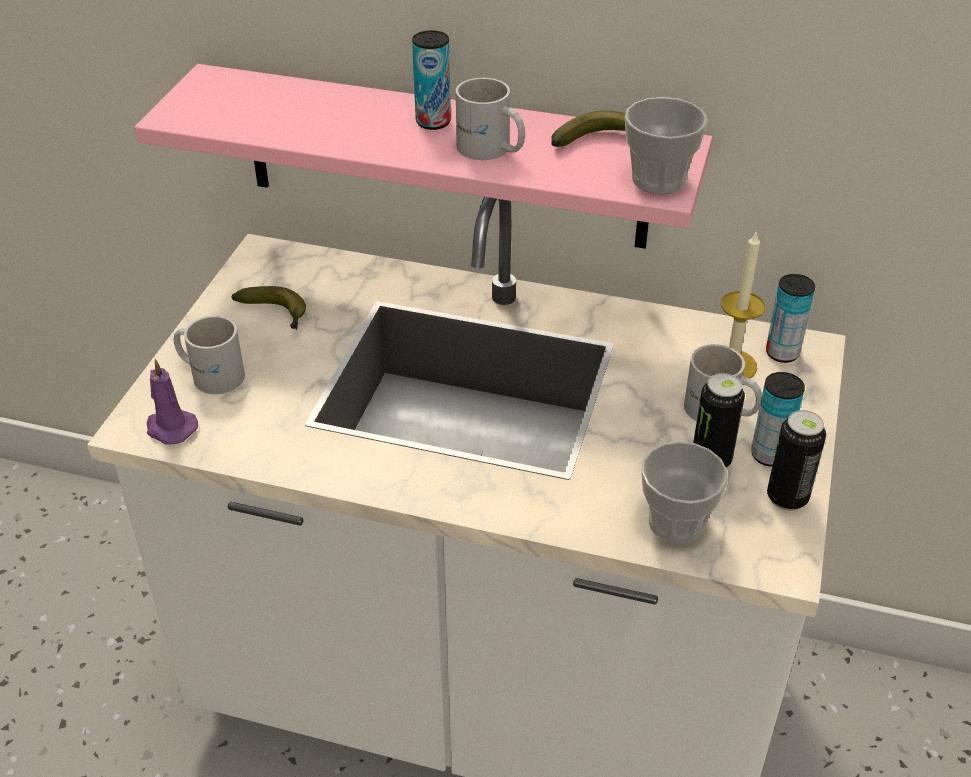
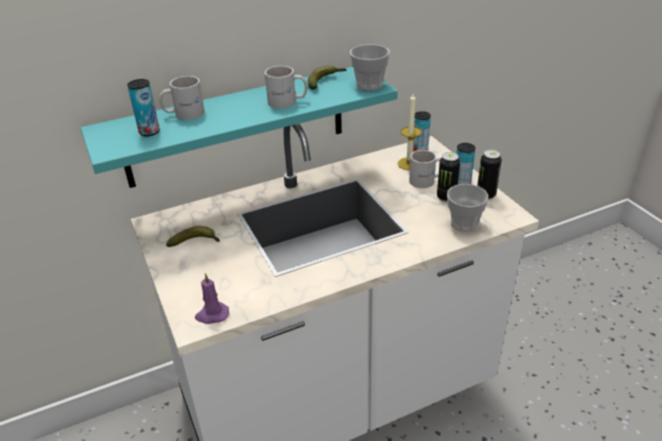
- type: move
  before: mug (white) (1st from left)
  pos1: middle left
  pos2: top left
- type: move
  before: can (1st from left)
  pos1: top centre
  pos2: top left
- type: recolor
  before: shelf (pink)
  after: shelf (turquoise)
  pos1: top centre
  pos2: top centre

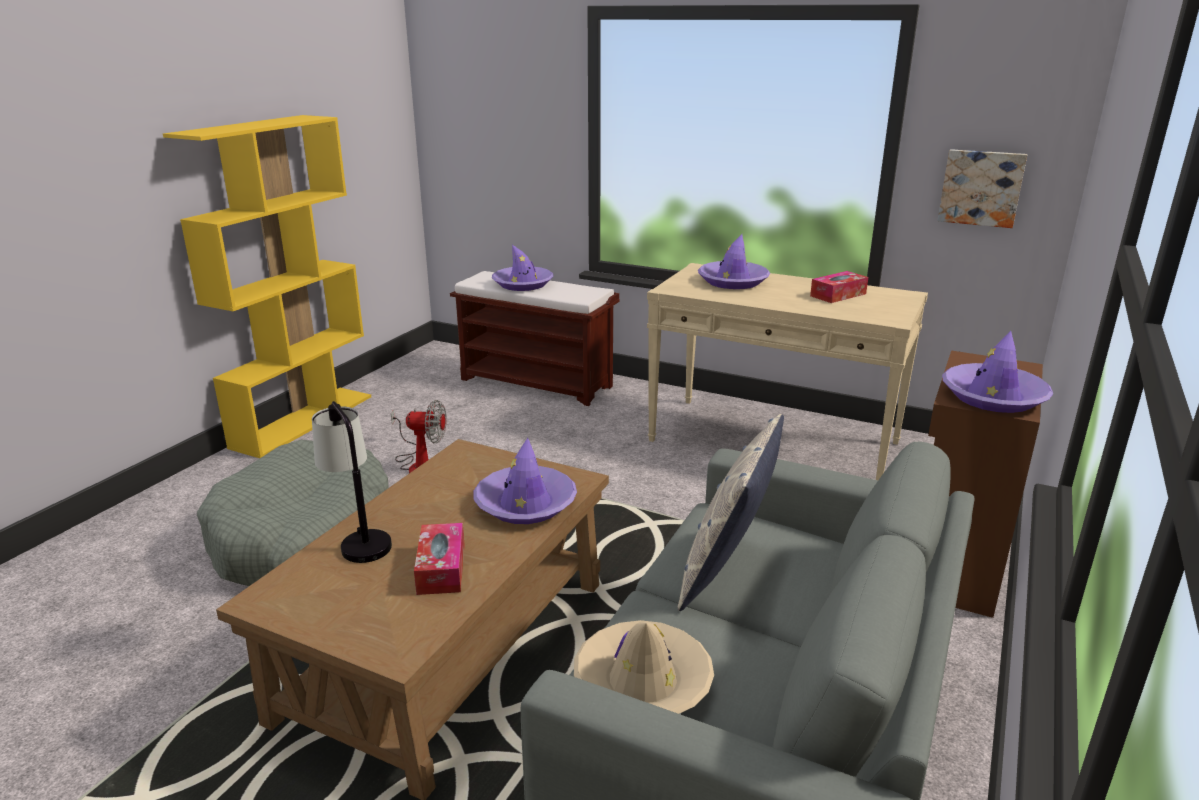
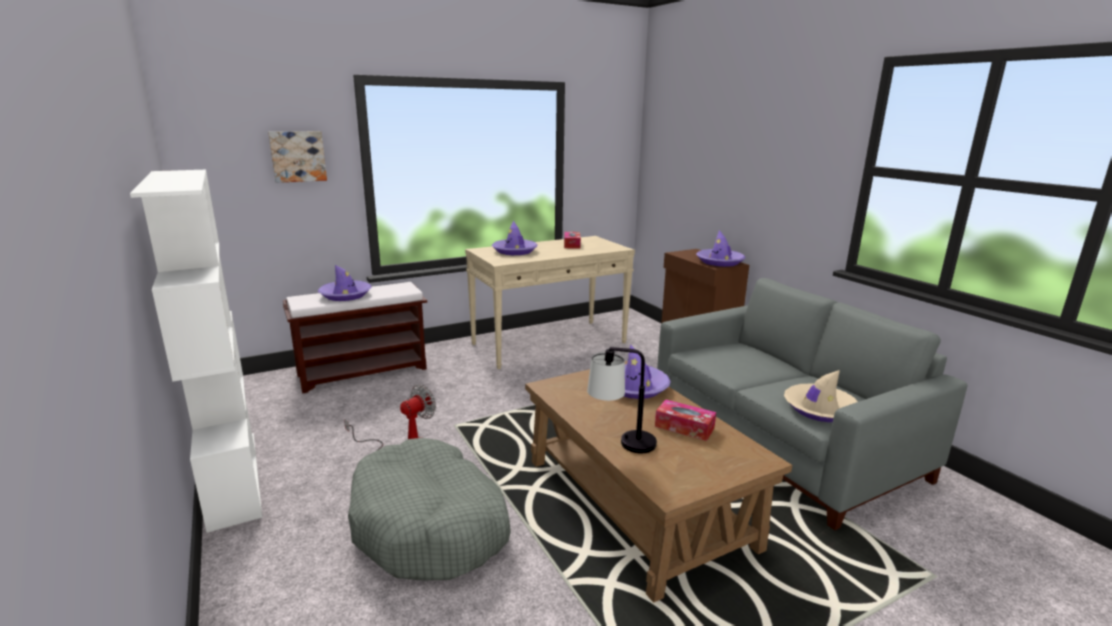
- type: delete
  before: pillow
  pos1: centre
- type: move
  before: picture
  pos1: top right
  pos2: top left
- type: recolor
  before: bookcase (yellow)
  after: bookcase (white)
  pos1: middle left
  pos2: middle left

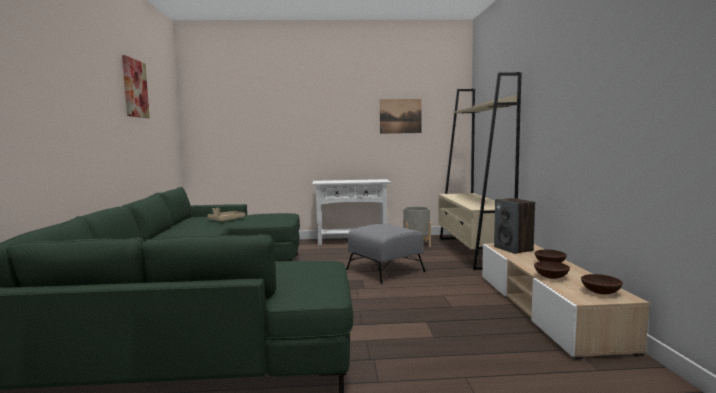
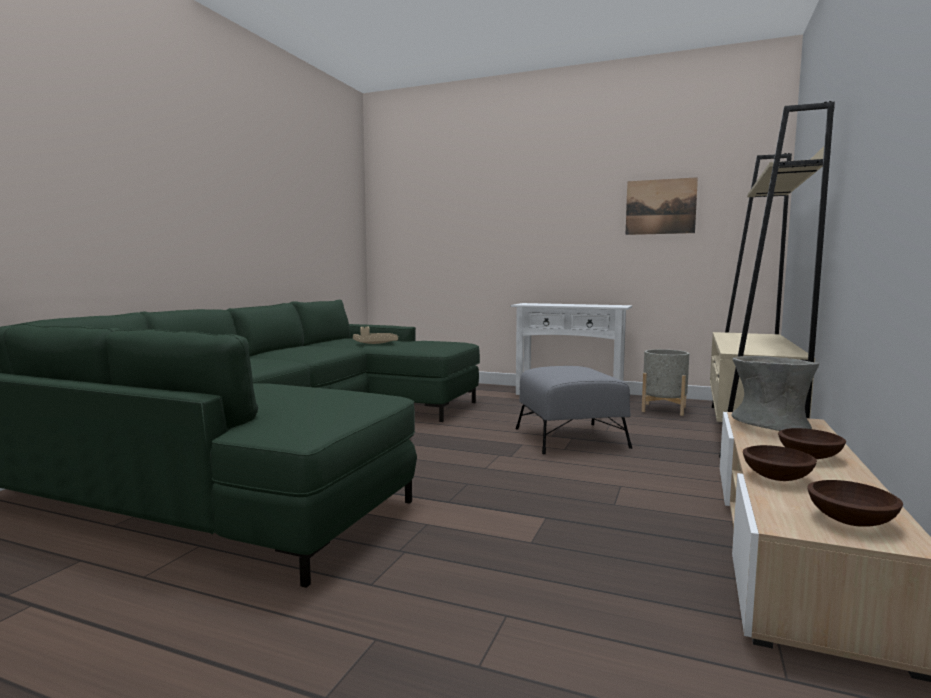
- type: delete
  before: picture (1st from left)
  pos1: top left
- type: replace
  before: speaker
  after: vase (grey)
  pos1: middle right
  pos2: middle right

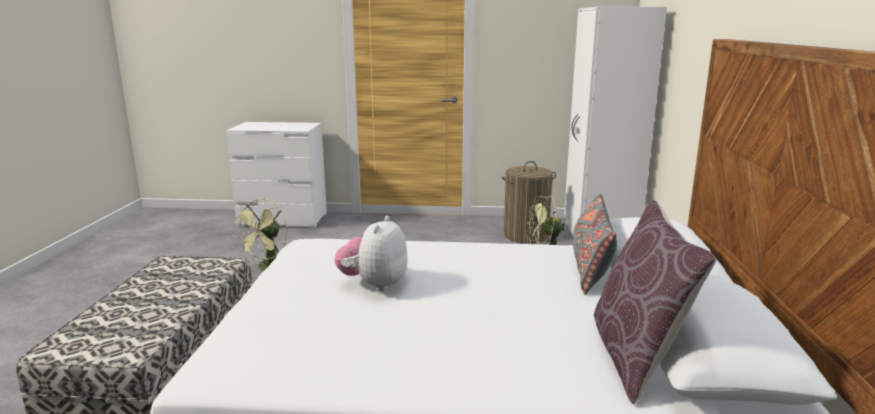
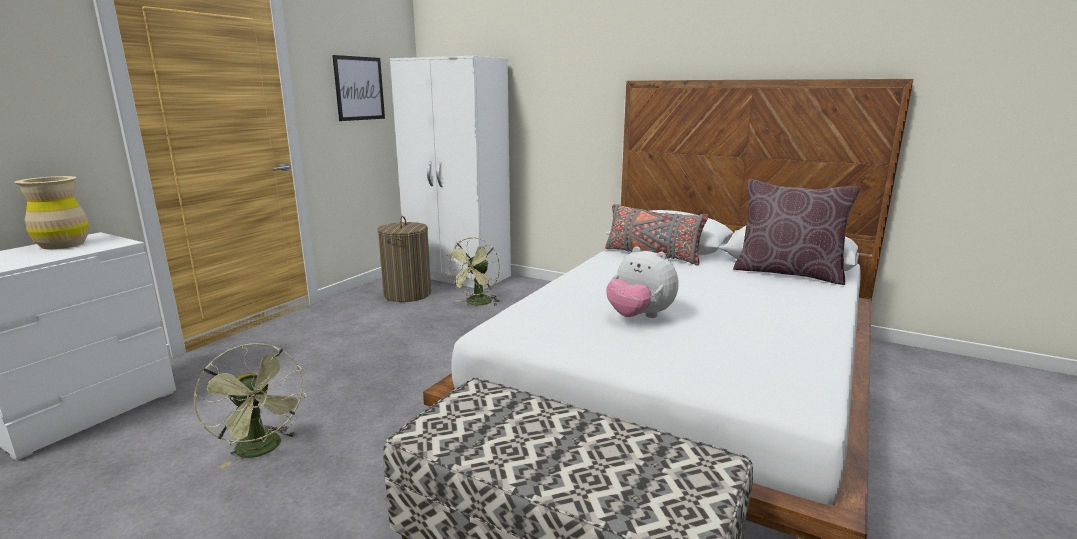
- type: insert
  after: vase (beige)
  pos2: middle left
- type: insert
  after: picture
  pos2: top left

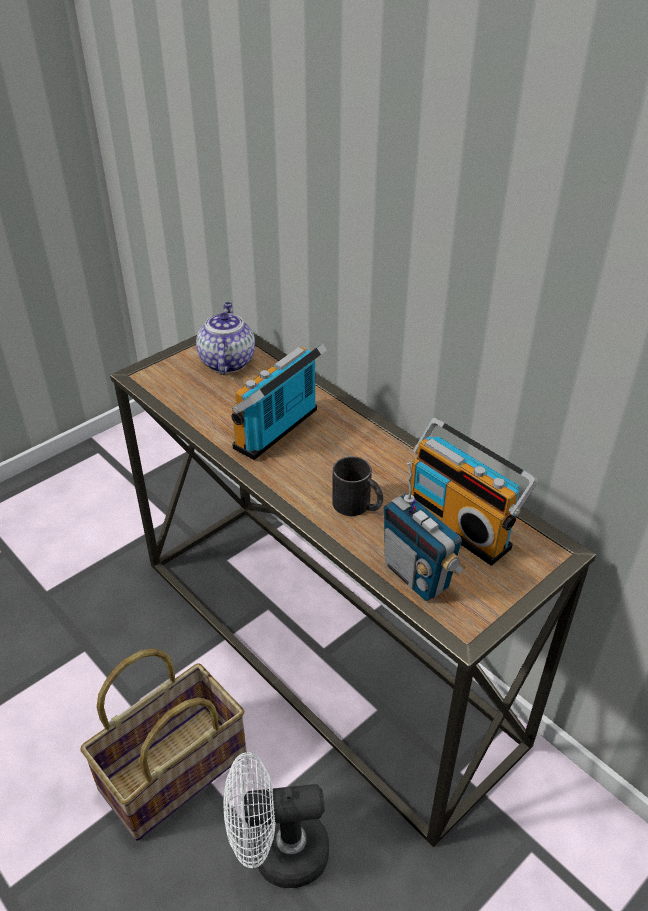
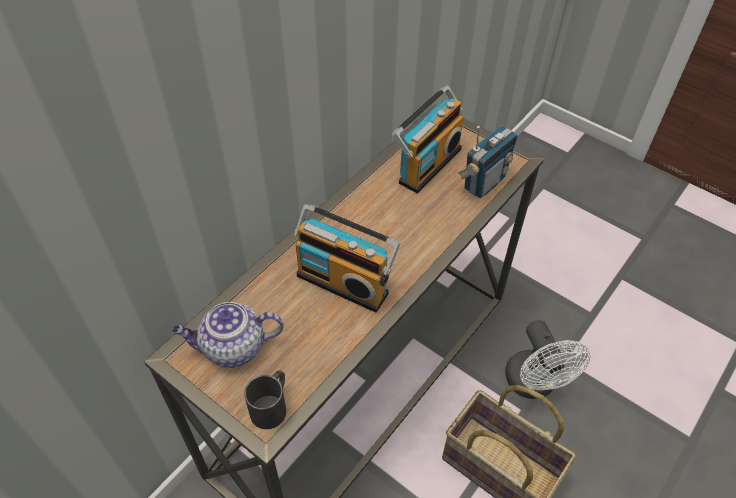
- type: move
  before: mug (black)
  pos1: centre
  pos2: bottom centre

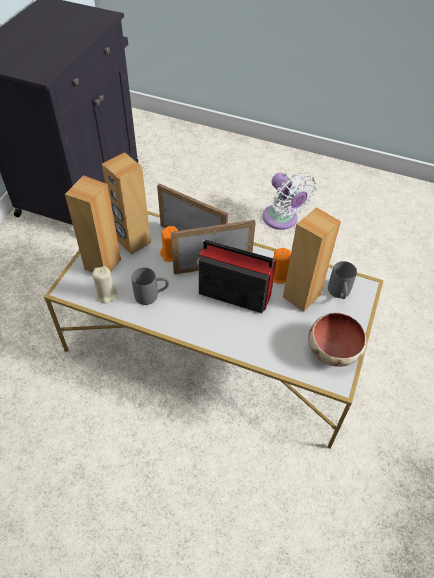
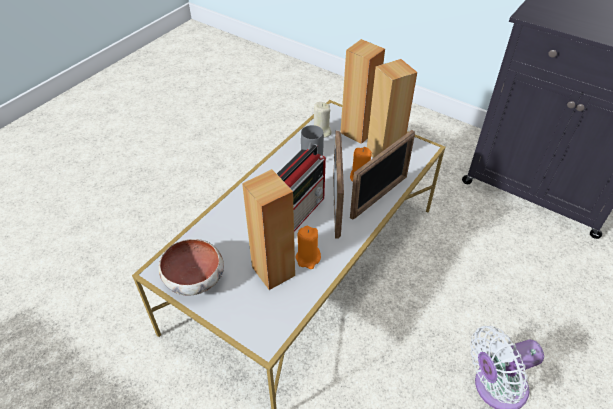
- type: delete
  before: mug (grey) (2nd from left)
  pos1: middle right

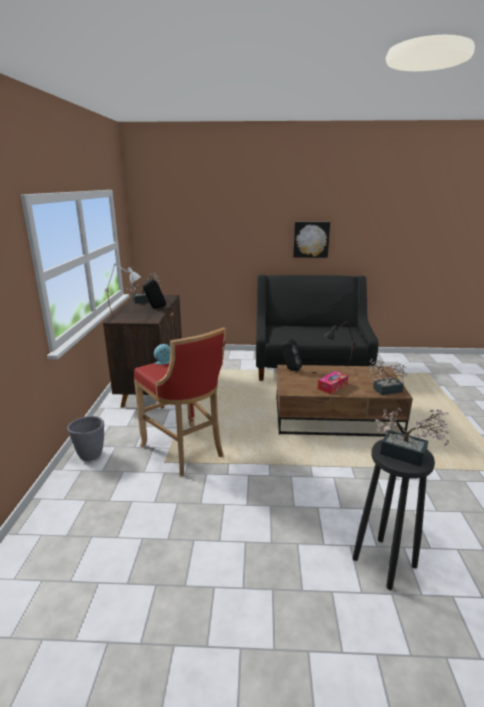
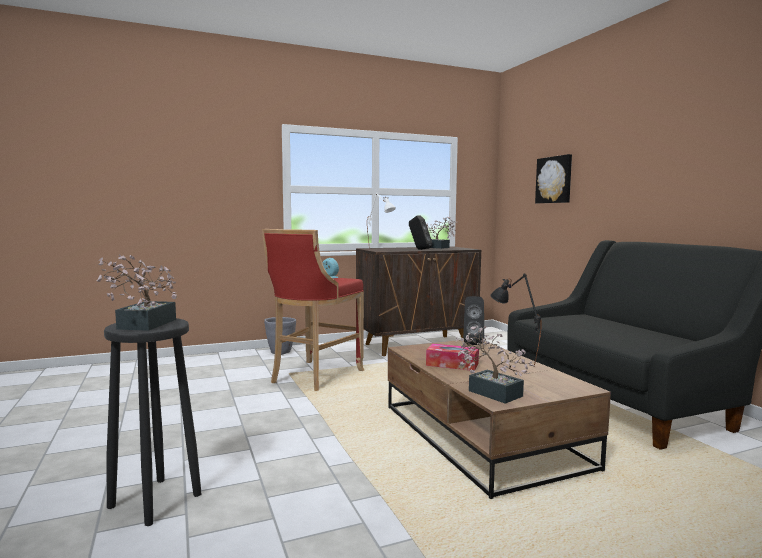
- type: move
  before: picture
  pos1: centre
  pos2: top right

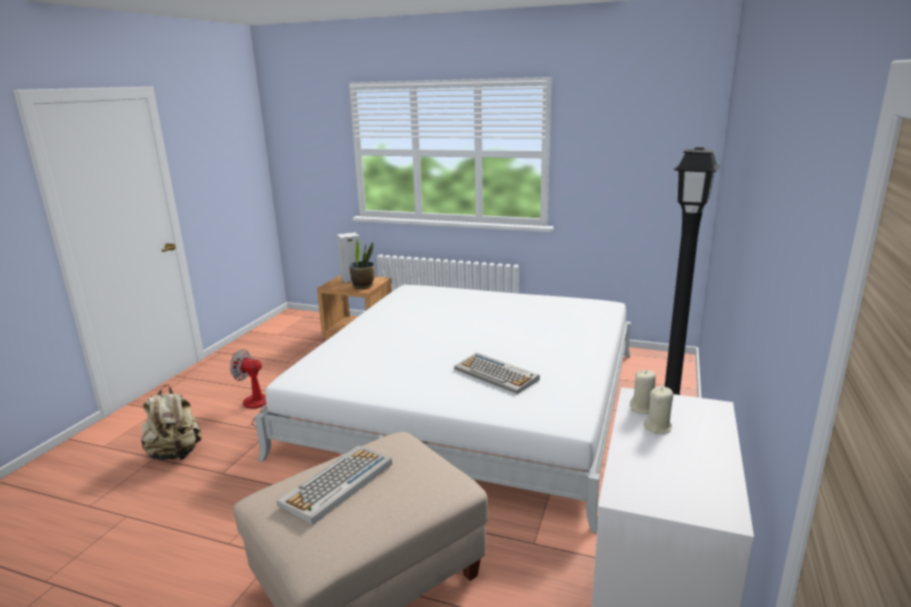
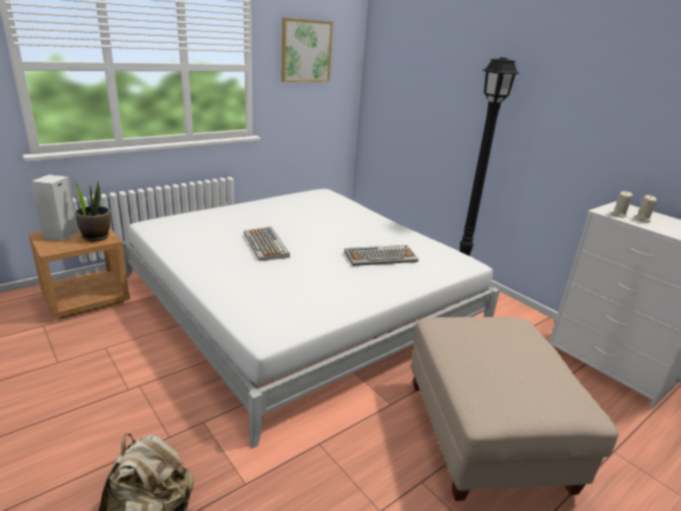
- type: delete
  before: fan
  pos1: middle left
- type: insert
  after: picture
  pos2: top centre
- type: move
  before: keyboard (1st from left)
  pos1: bottom centre
  pos2: centre

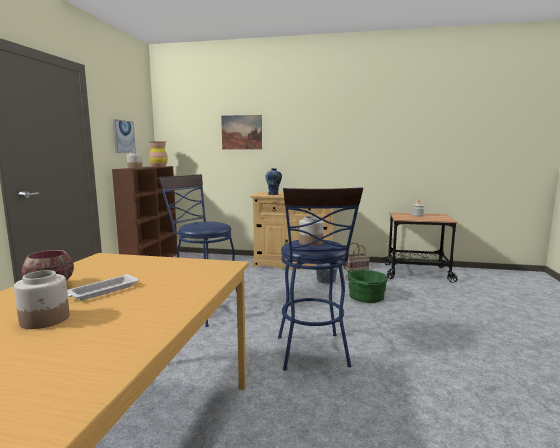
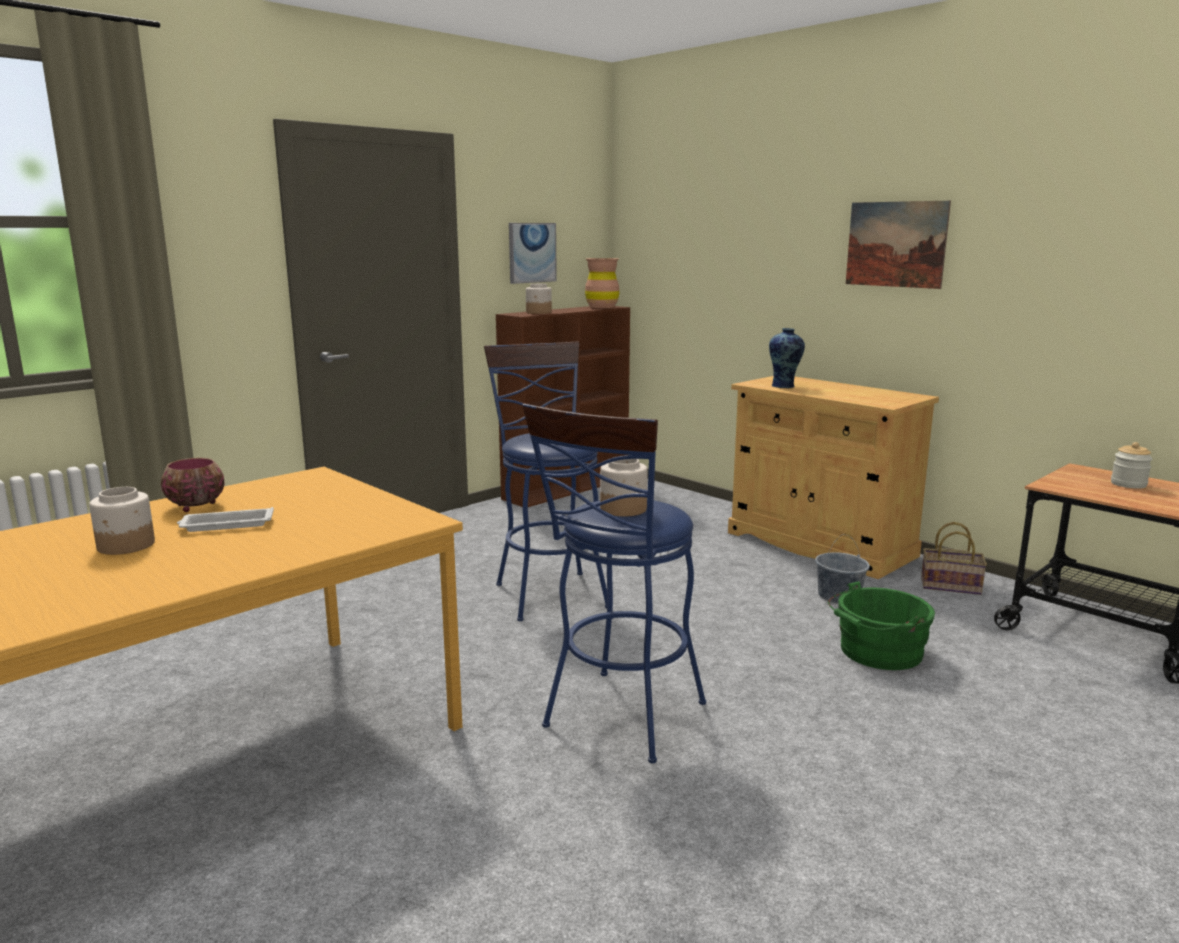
- type: move
  before: picture (2nd from left)
  pos1: top centre
  pos2: top right

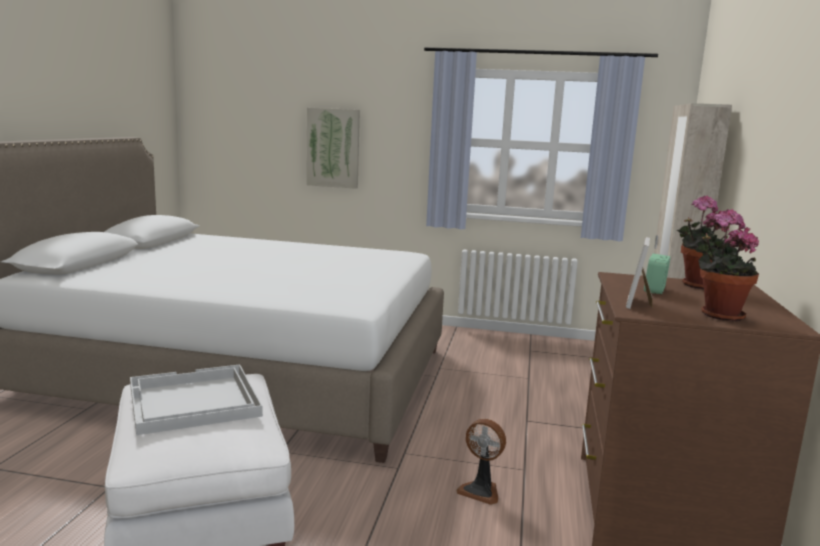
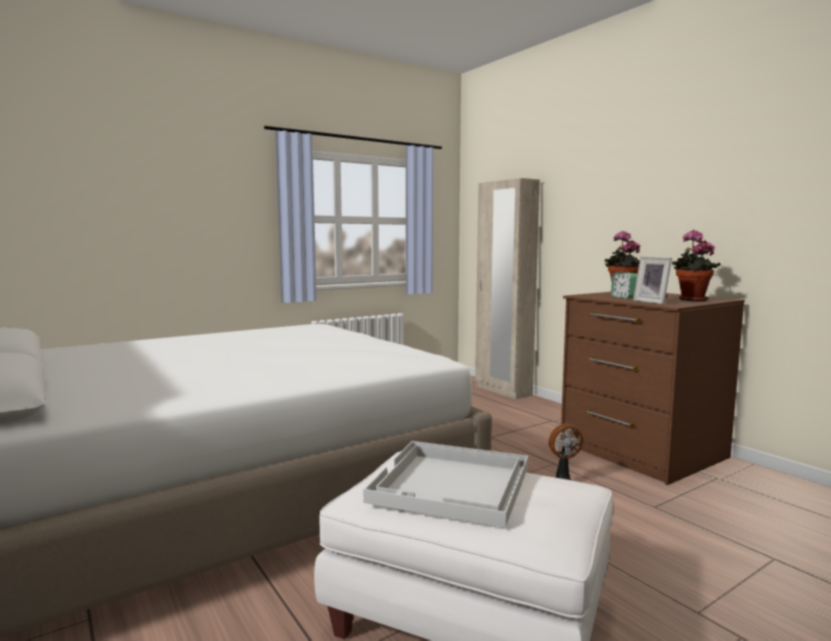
- type: delete
  before: picture
  pos1: top centre

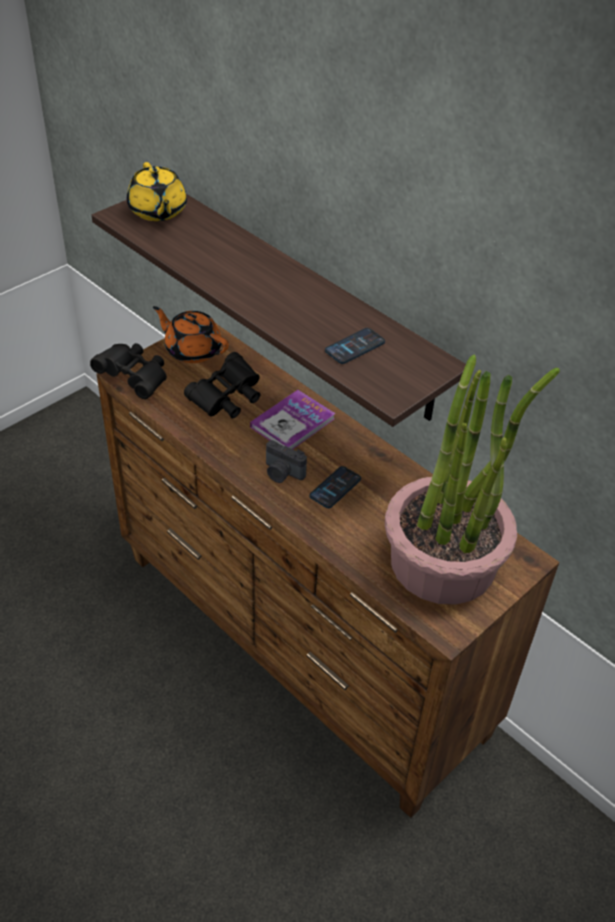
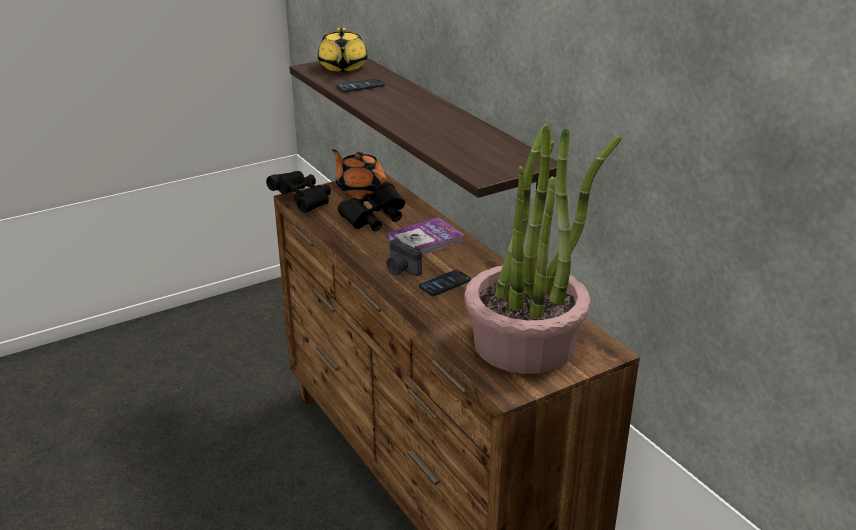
- type: move
  before: phone (2nd from left in the first image)
  after: phone (1st from left)
  pos1: centre
  pos2: top centre

